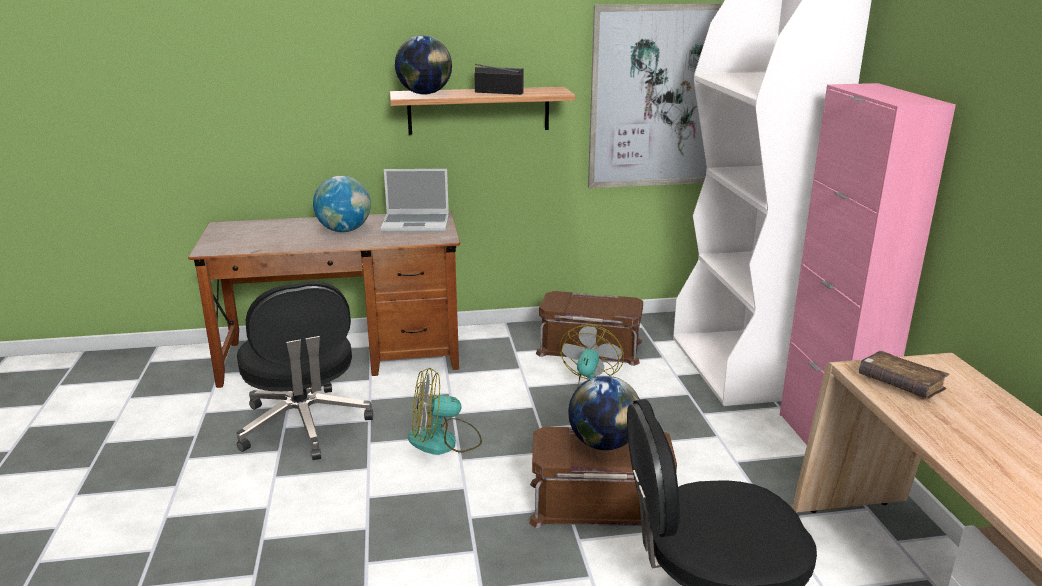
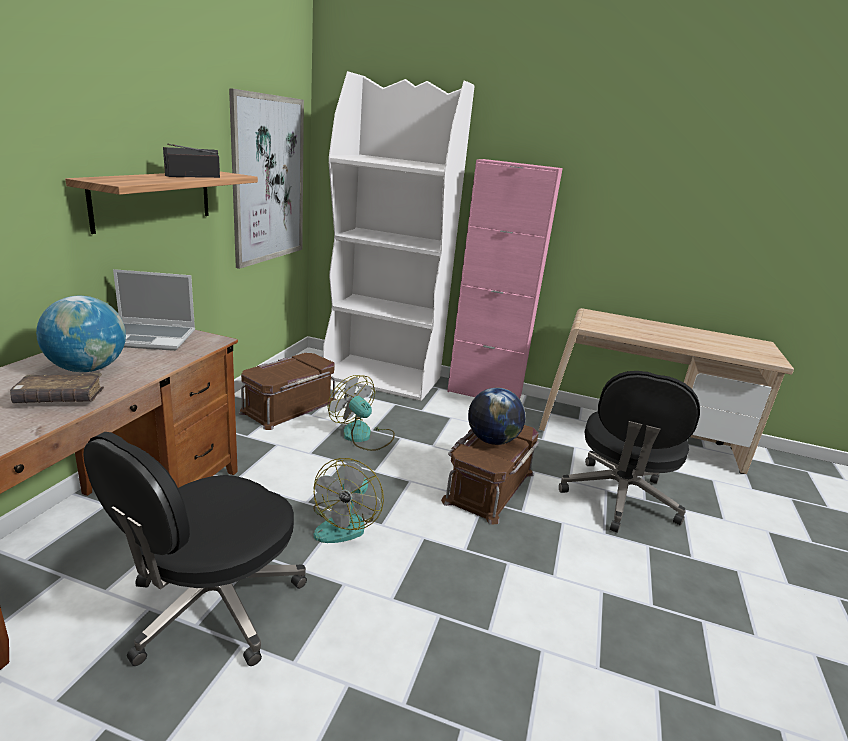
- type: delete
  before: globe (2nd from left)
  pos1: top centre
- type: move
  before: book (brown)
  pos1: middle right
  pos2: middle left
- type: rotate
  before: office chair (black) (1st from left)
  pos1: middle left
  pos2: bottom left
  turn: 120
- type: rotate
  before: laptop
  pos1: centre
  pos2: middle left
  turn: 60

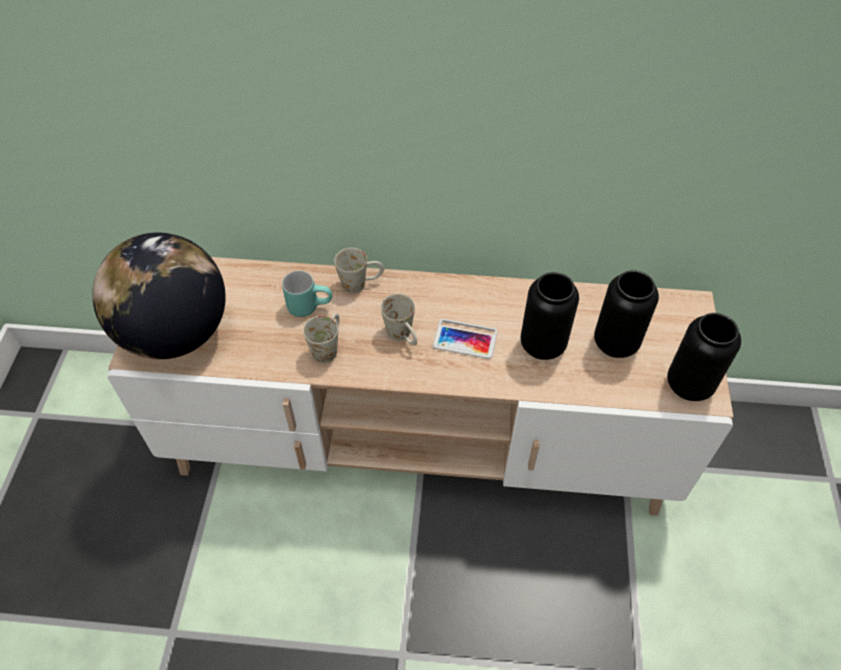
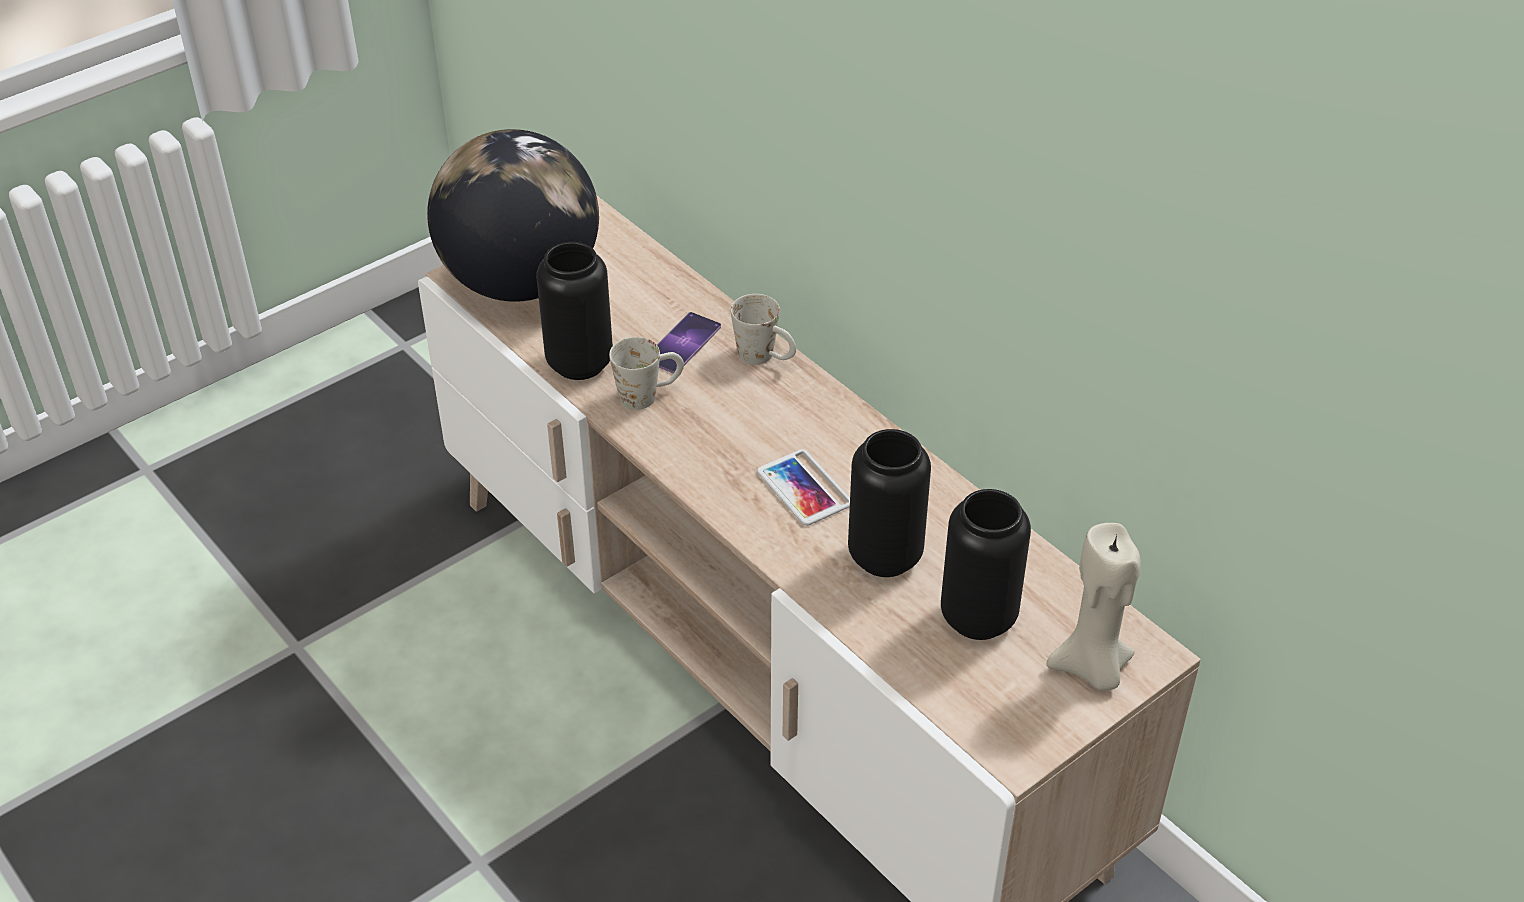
- type: delete
  before: mug (white) (3rd from left)
  pos1: centre
- type: insert
  after: candle (beige)
  pos2: bottom right
- type: move
  before: vase (black) (3rd from left in the first image)
  after: vase (black) (1st from left)
  pos1: middle right
  pos2: centre
- type: replace
  before: mug (turquoise)
  after: phone (1st from left)
  pos1: centre
  pos2: centre

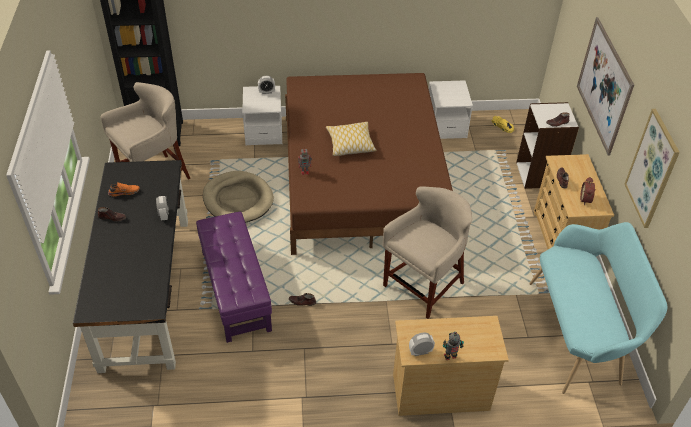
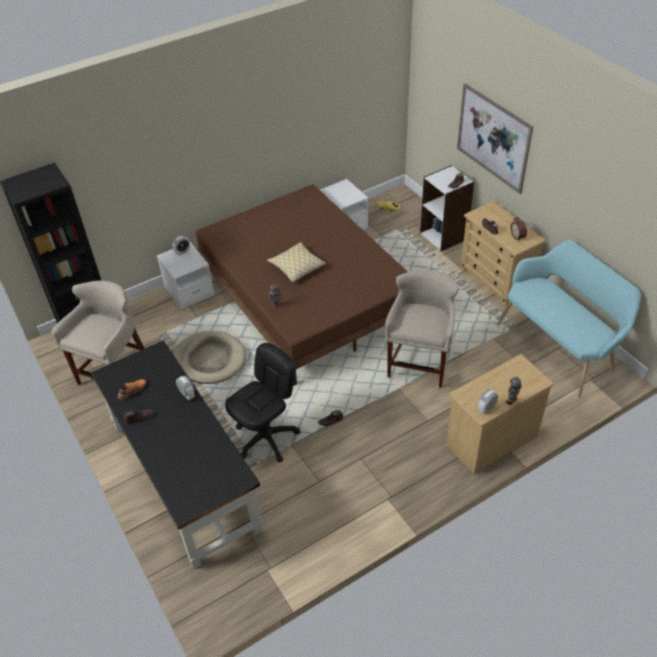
- type: delete
  before: picture (2nd from left)
  pos1: middle right
- type: replace
  before: ottoman (purple)
  after: office chair (black)
  pos1: centre
  pos2: centre

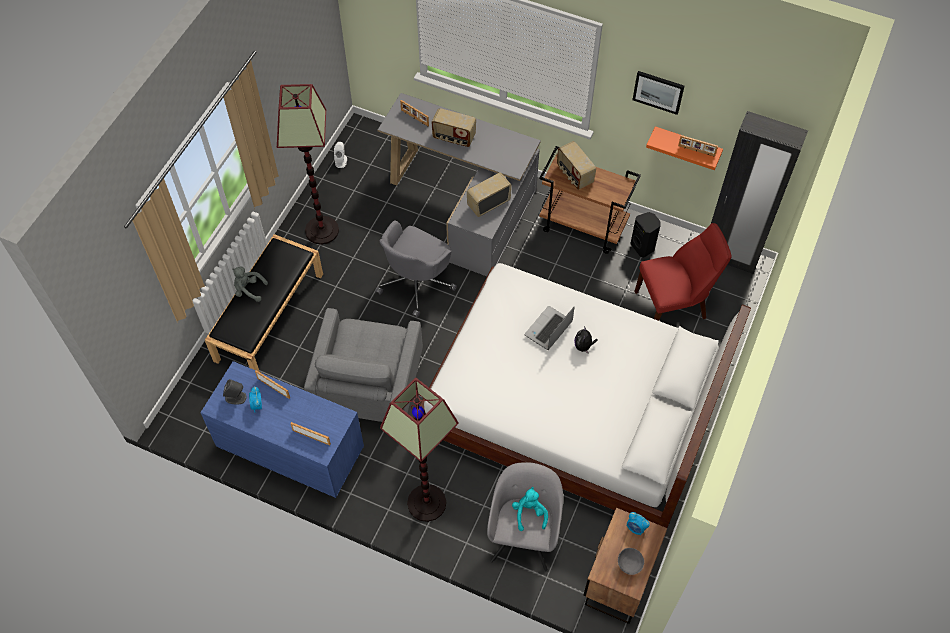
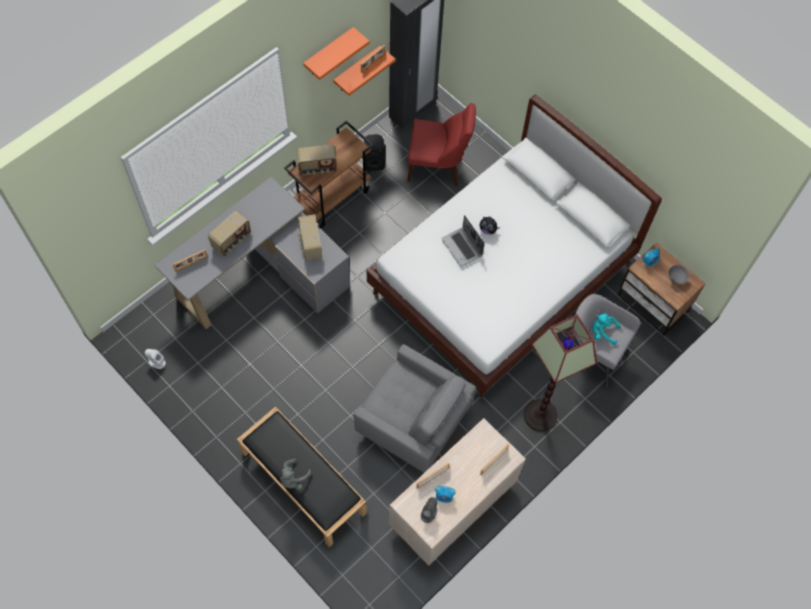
- type: delete
  before: floor lamp (1st from left)
  pos1: top left
- type: delete
  before: office chair (grey)
  pos1: centre
- type: replace
  before: picture
  after: shelf (orange) (1st from left)
  pos1: top right
  pos2: top centre
- type: recolor
  before: dresser (blue)
  after: dresser (beige)
  pos1: bottom left
  pos2: bottom centre
- type: rotate
  before: chair (red)
  pos1: middle right
  pos2: top centre
  turn: 90

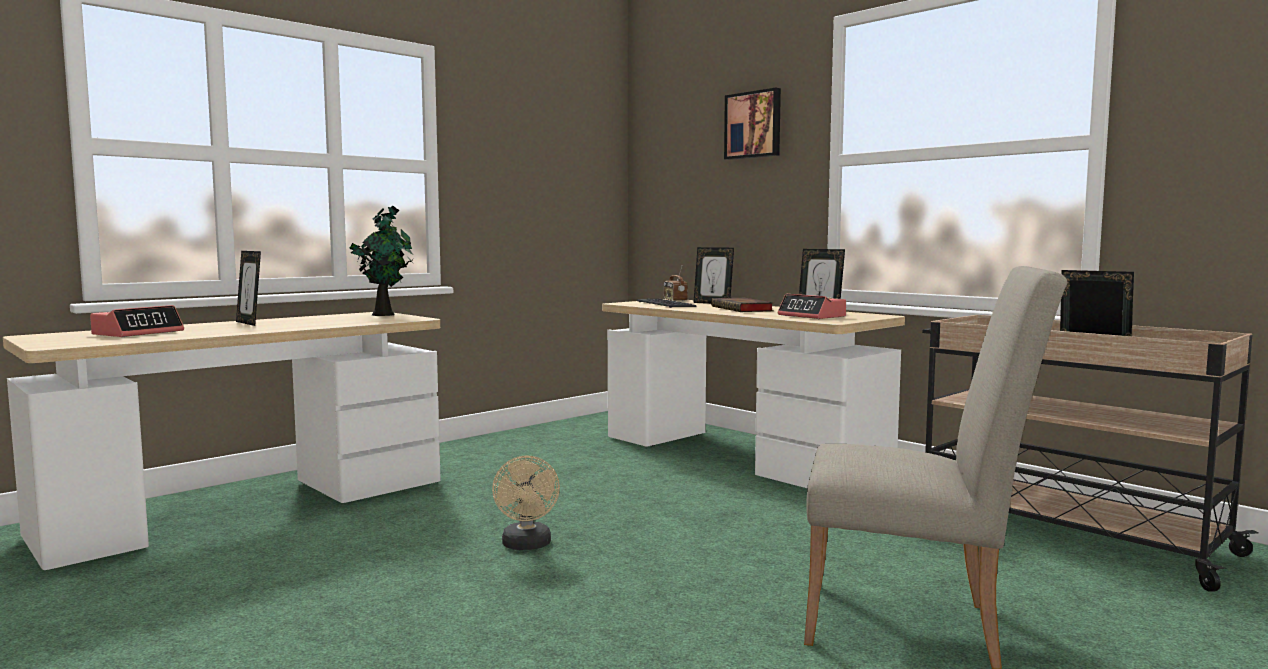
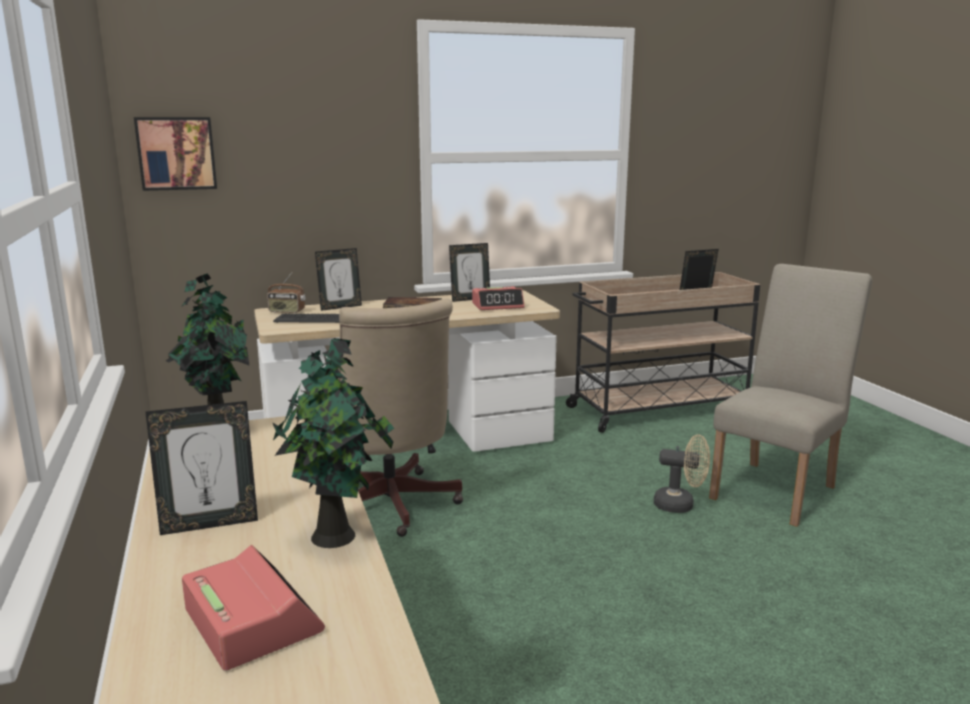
- type: insert
  after: potted plant (2nd from left)
  pos2: centre
- type: insert
  after: office chair (beige)
  pos2: centre
- type: move
  before: fan (beige)
  pos1: bottom centre
  pos2: bottom right
- type: move
  before: picture
  pos1: top centre
  pos2: top left

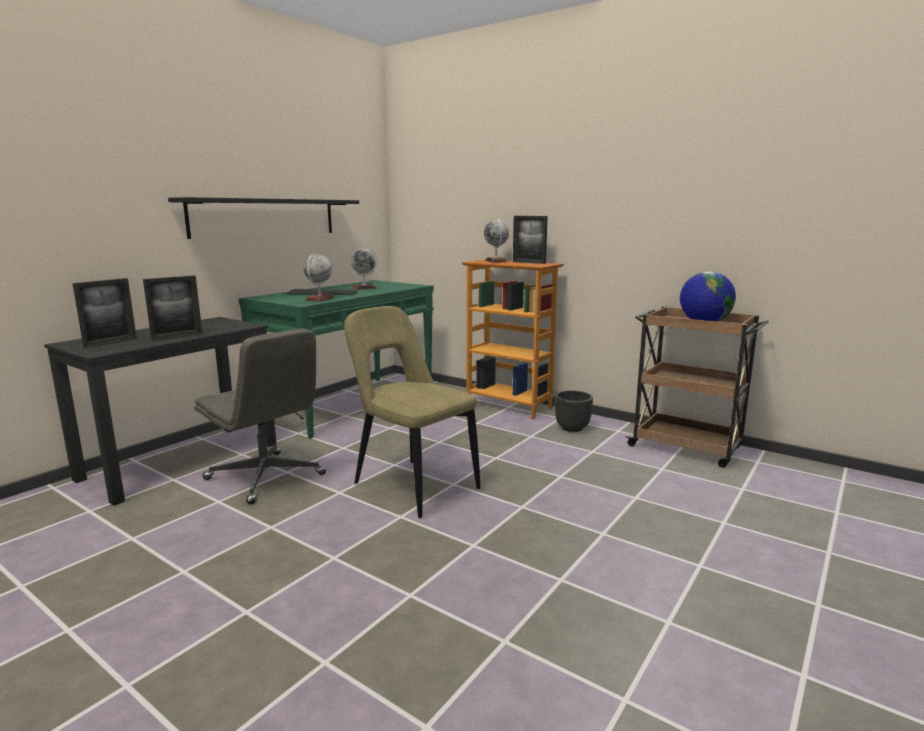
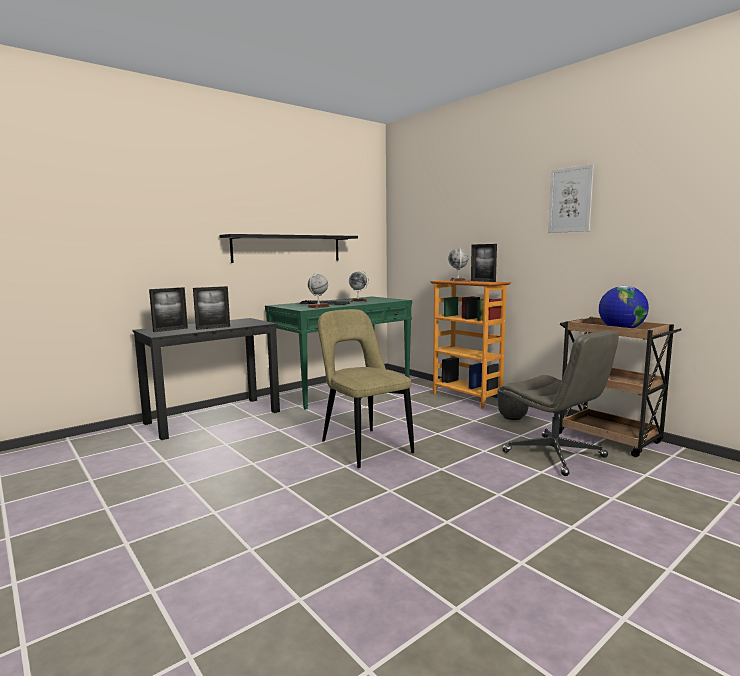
- type: insert
  after: picture
  pos2: top right
- type: move
  before: office chair (grey)
  pos1: middle left
  pos2: middle right

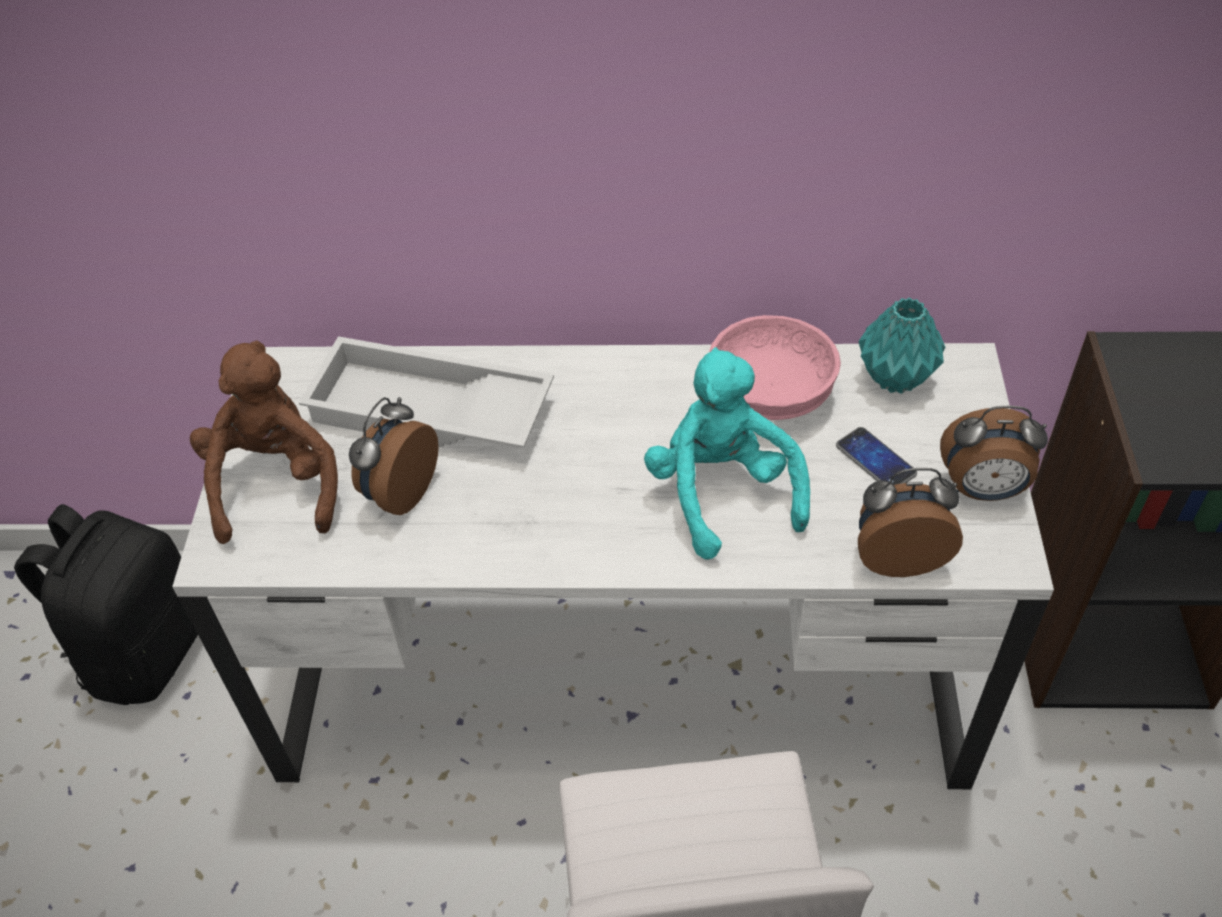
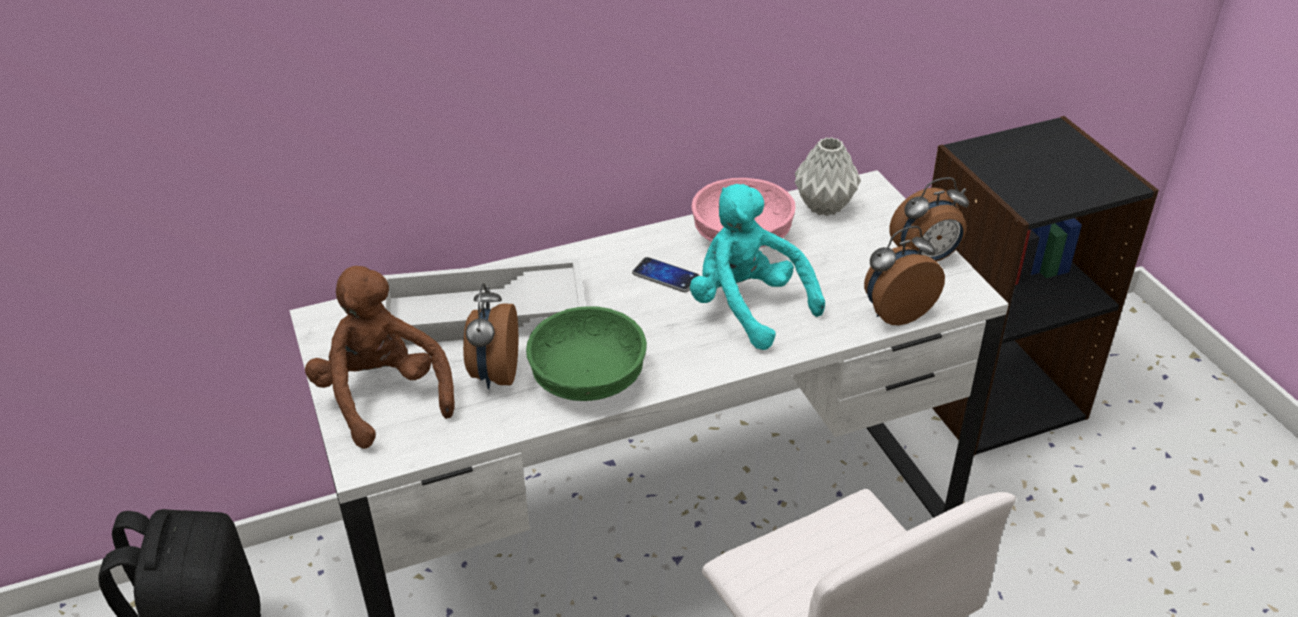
- type: insert
  after: bowl (green)
  pos2: centre
- type: move
  before: phone
  pos1: middle right
  pos2: centre
- type: recolor
  before: vase (turquoise)
  after: vase (grey)
  pos1: middle right
  pos2: top centre

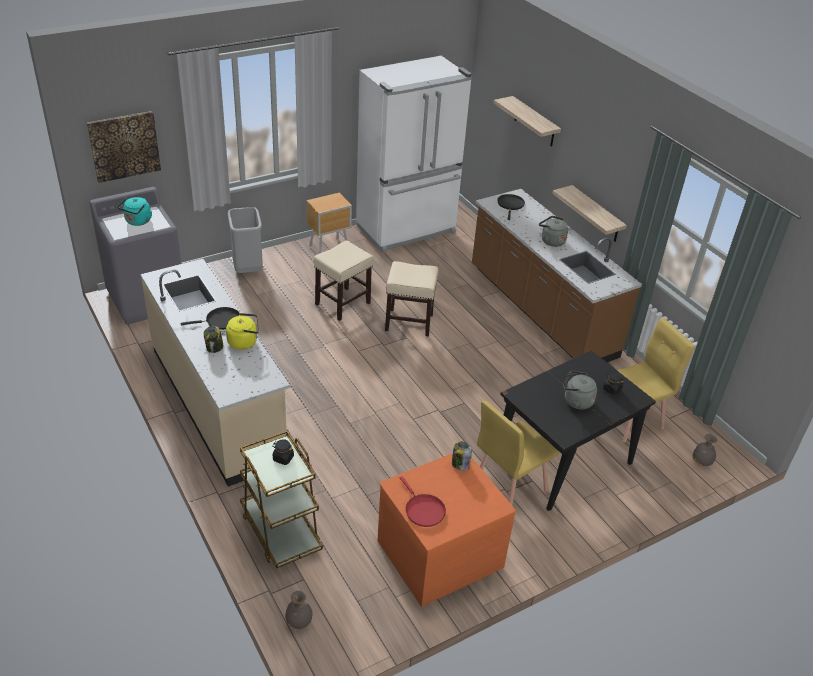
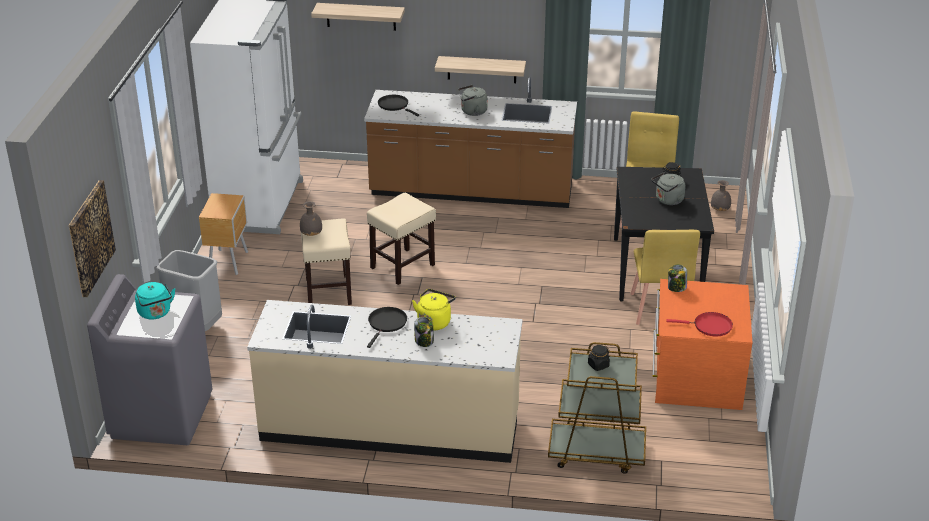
- type: move
  before: vase (grey) (1st from left)
  pos1: bottom centre
  pos2: centre

